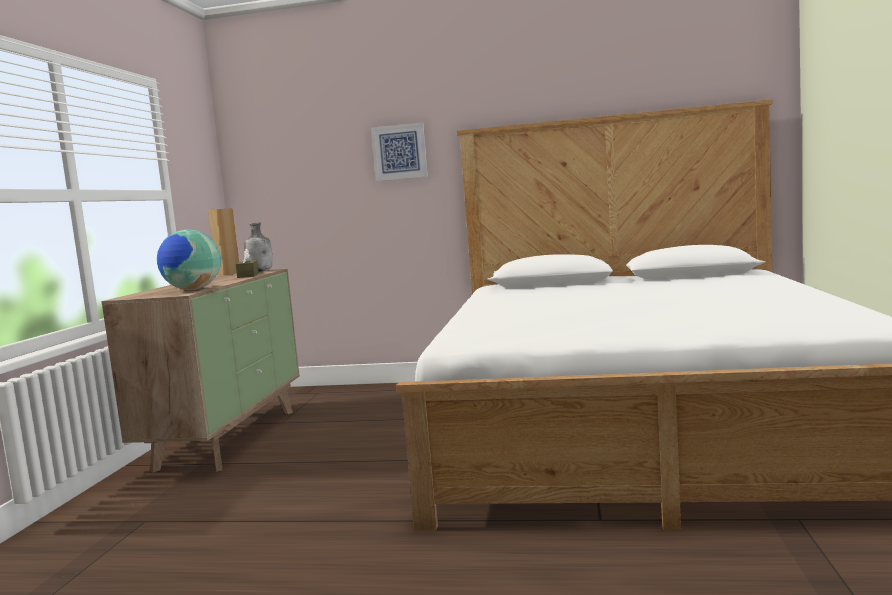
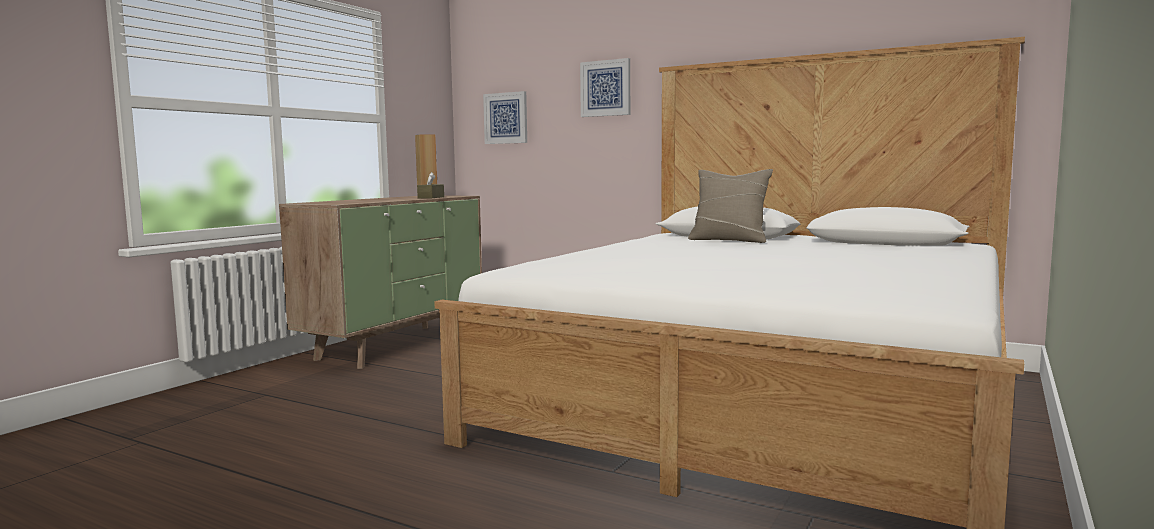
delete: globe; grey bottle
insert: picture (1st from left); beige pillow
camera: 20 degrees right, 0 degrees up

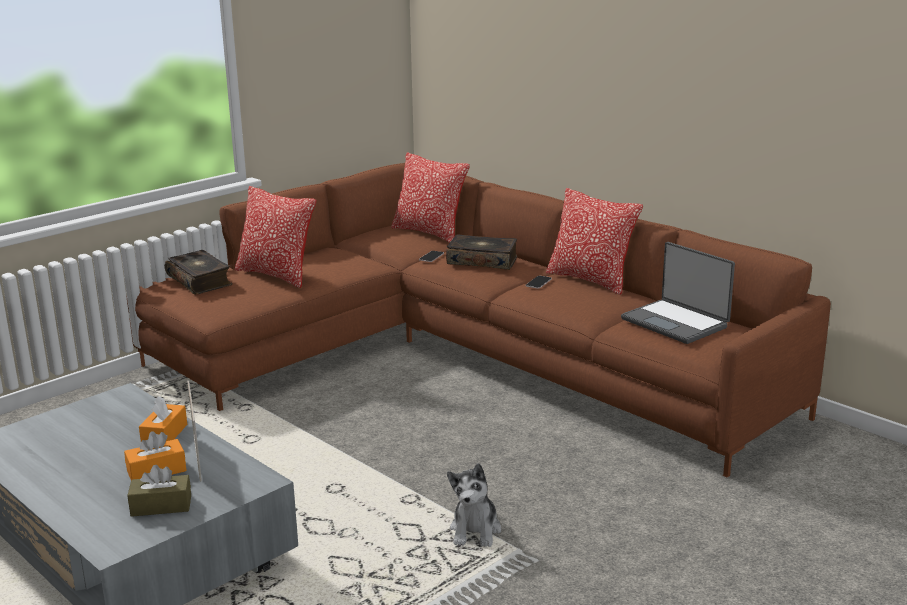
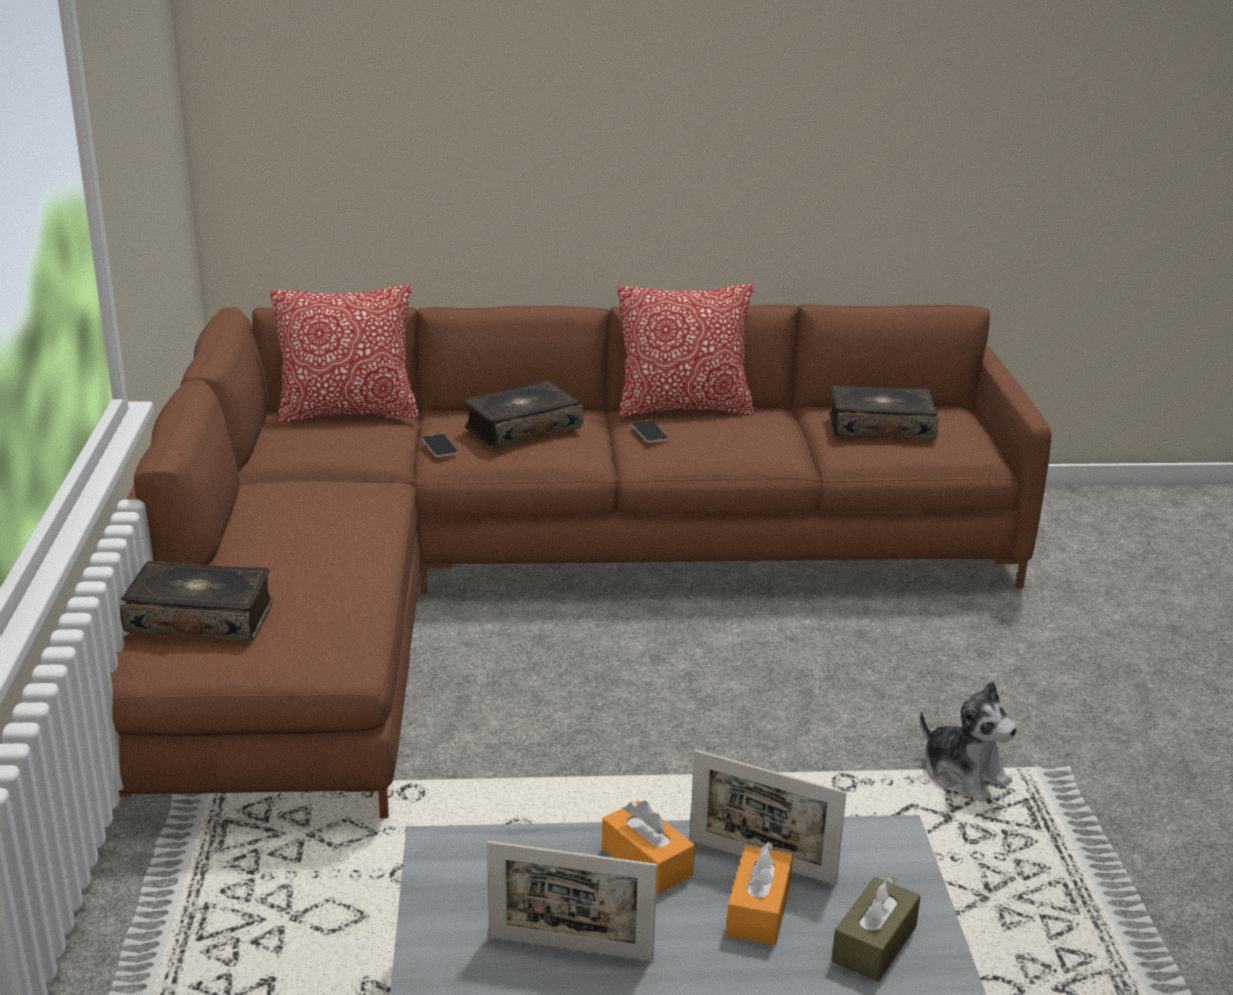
delete: pillow (1st from left)
insert: picture frame (1st from left)
replace: laptop to book (3rd from left)
camera: 50 degrees left, 5 degrees up

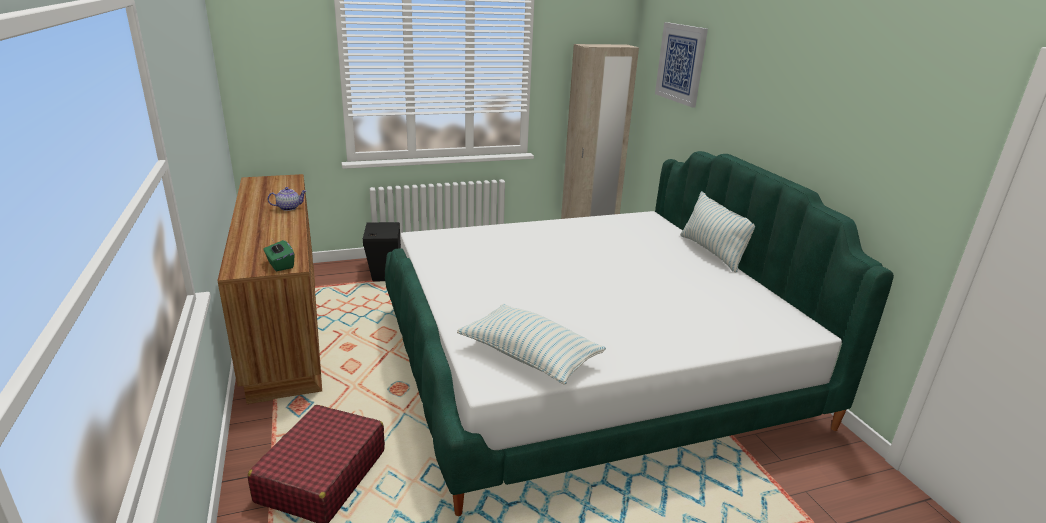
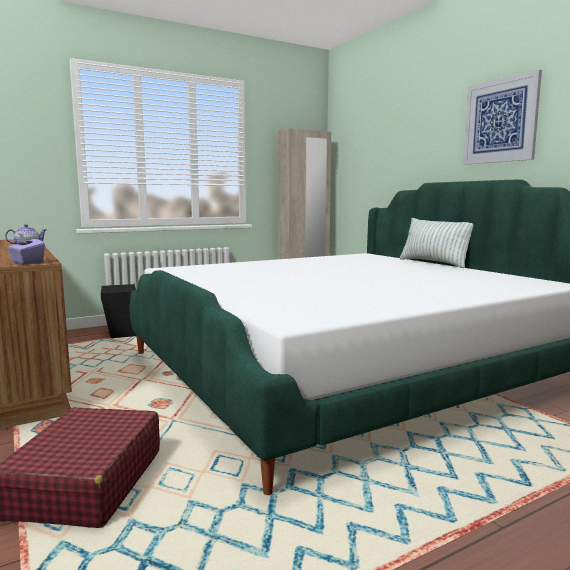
delete: pillow (1st from left)
move: picture
recolor: green tissue box to purple tissue box
camera: 10 degrees left, 15 degrees down

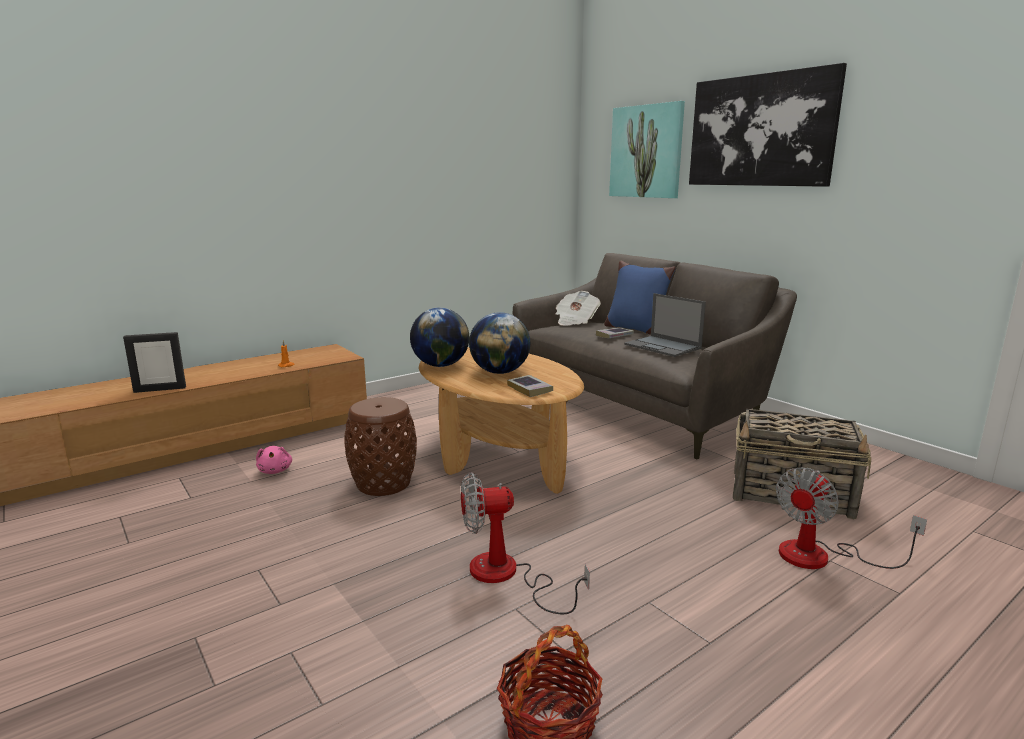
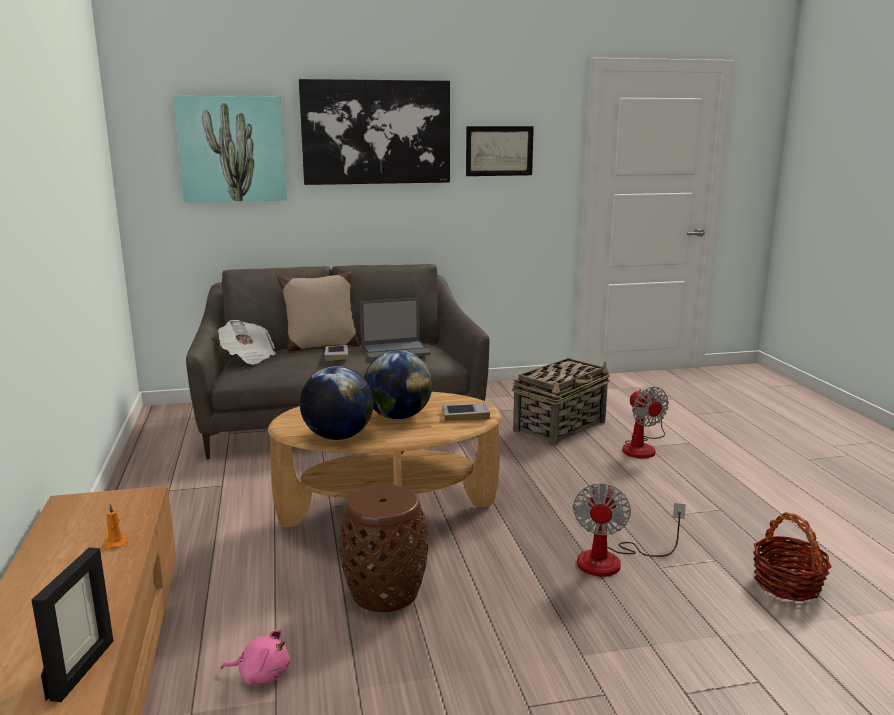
insert: picture (3rd from left)
recolor: blue pillow to beige pillow
camera: 65 degrees left, 0 degrees up

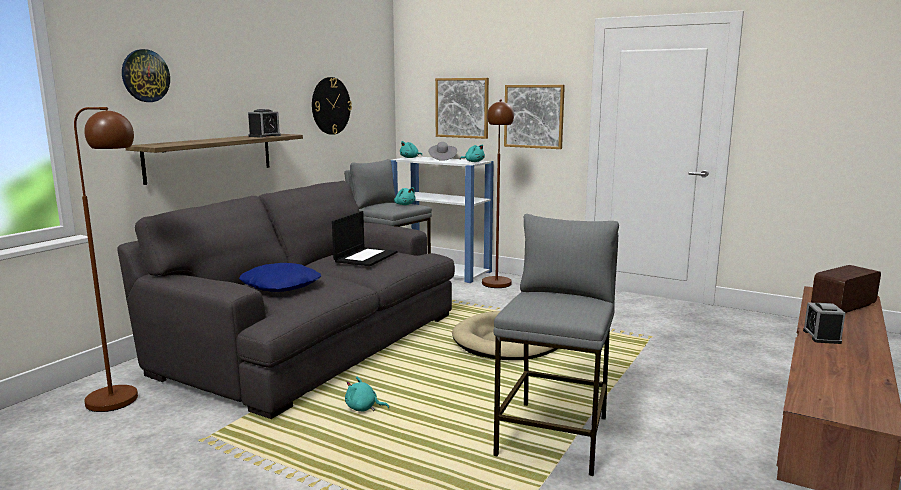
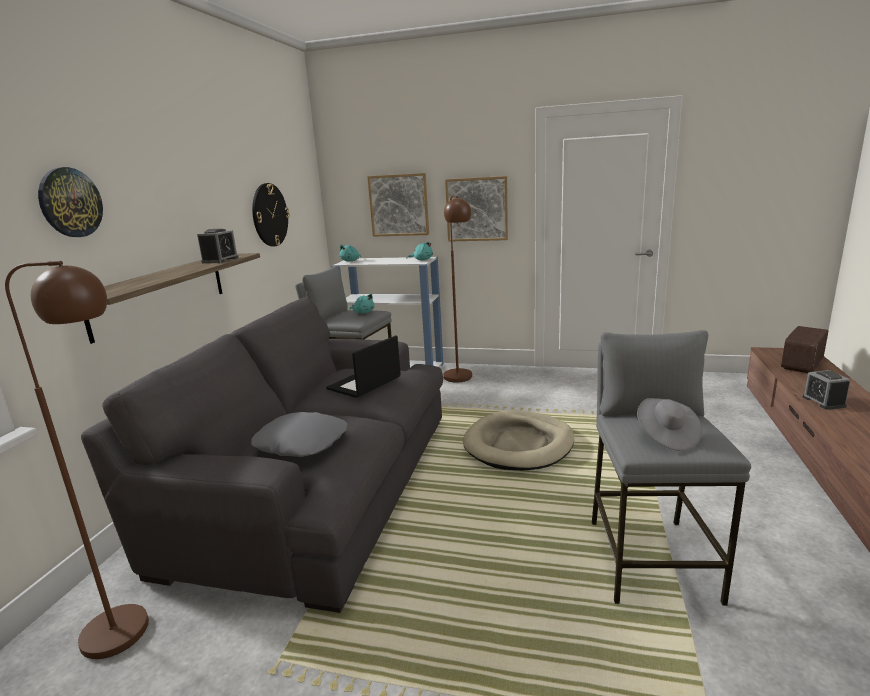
delete: turquoise plush toy (1st from left)
move: grey hat
recolor: blue pillow to grey pillow
rotate: laptop 150 degrees counterclockwise
camera: 15 degrees left, 5 degrees up

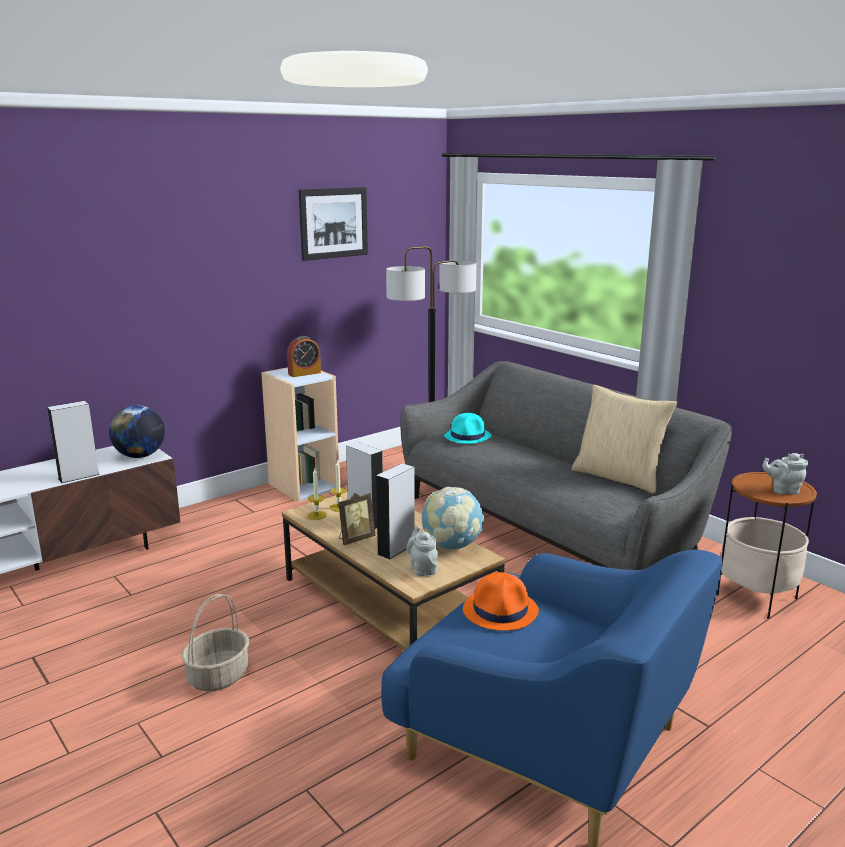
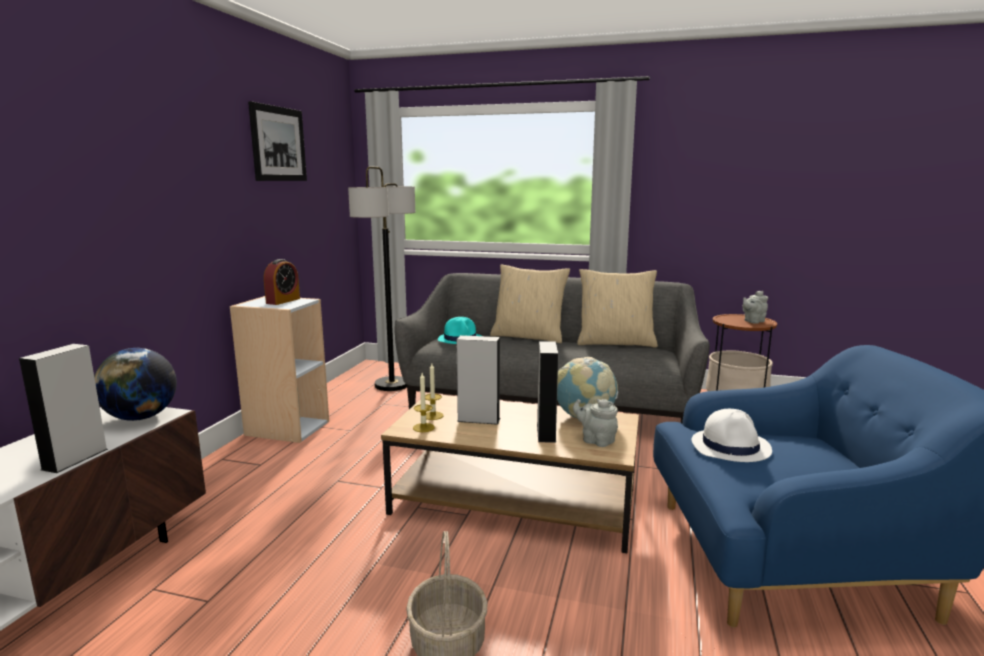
delete: picture frame
insert: beige pillow (1st from left)
recolor: orange hat to white hat
camera: 35 degrees left, 5 degrees down

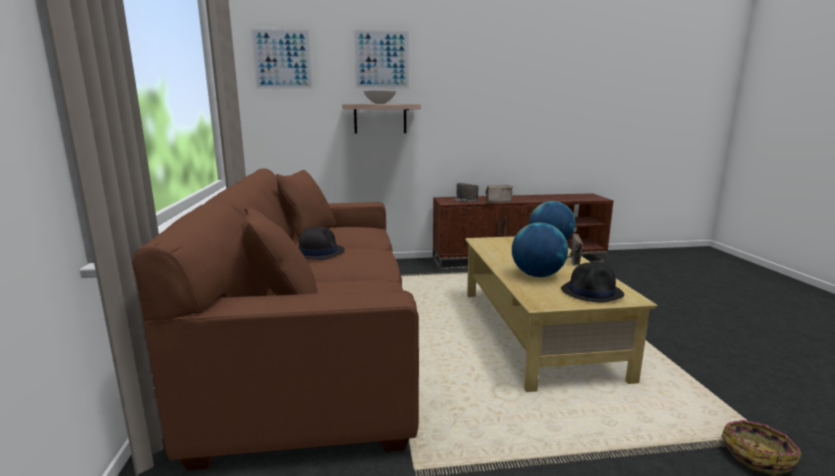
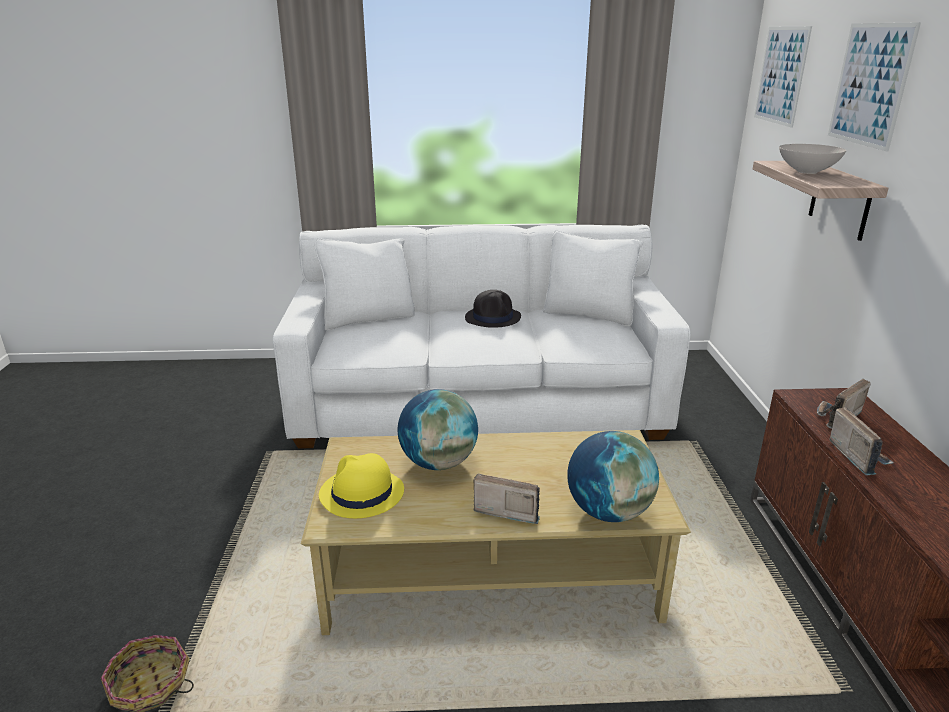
recolor: brown sofa to white sofa; black hat (2nd from left) to yellow hat
camera: 95 degrees right, 10 degrees up

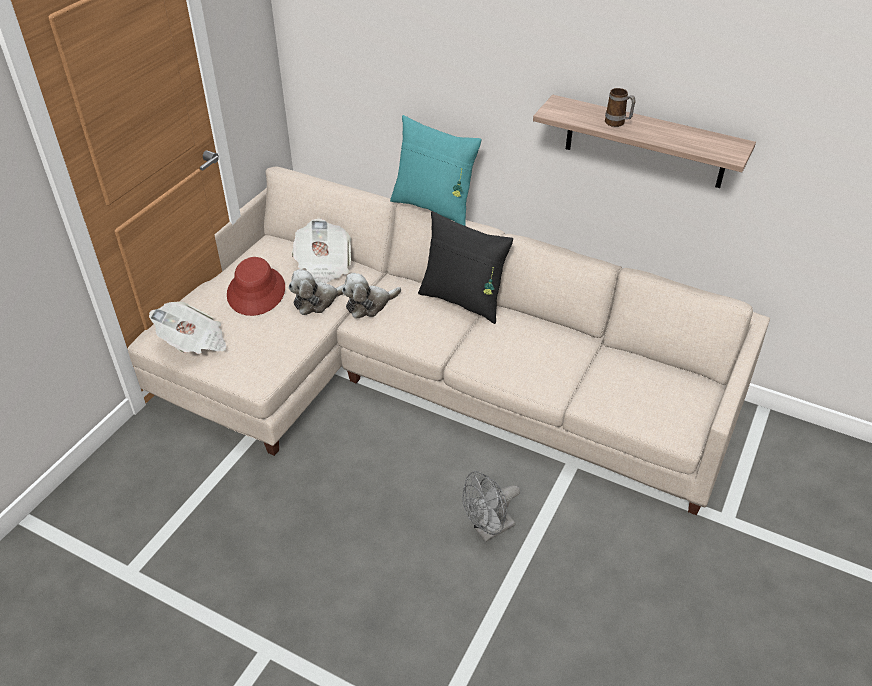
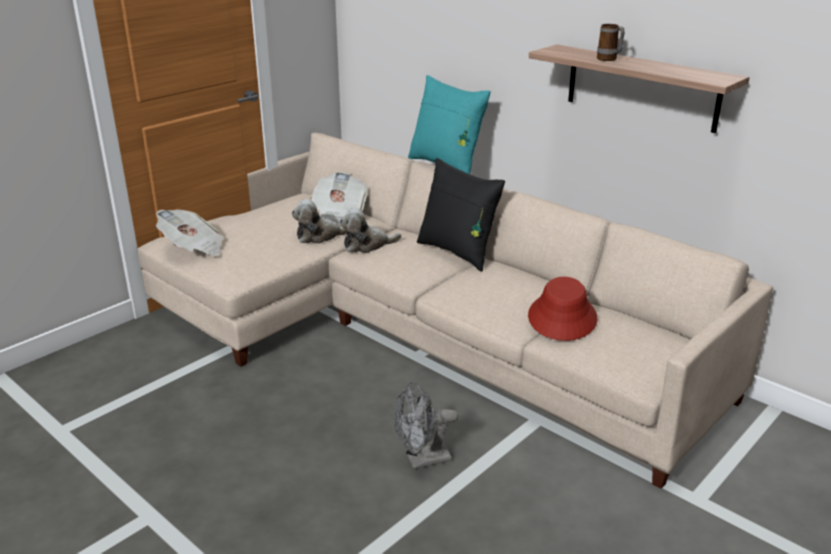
move: red hat
camera: 15 degrees right, 15 degrees down

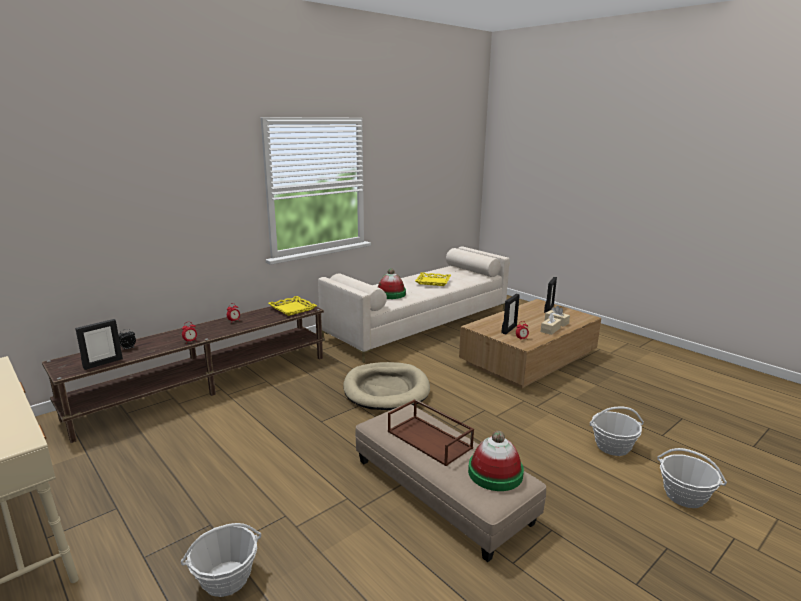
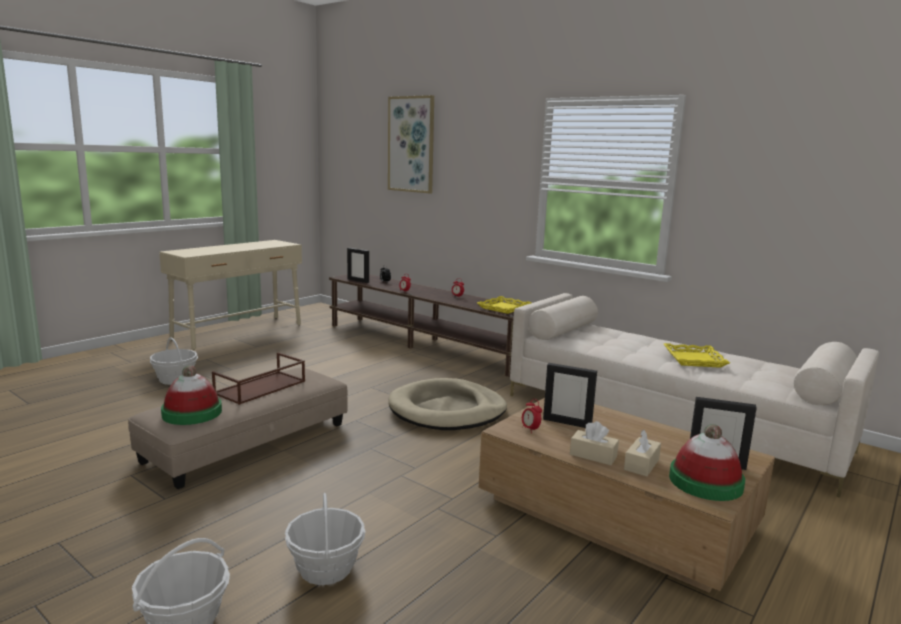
insert: picture
move: hat (1st from left in the first image) to hat (2nd from left)
camera: 80 degrees right, 5 degrees down

